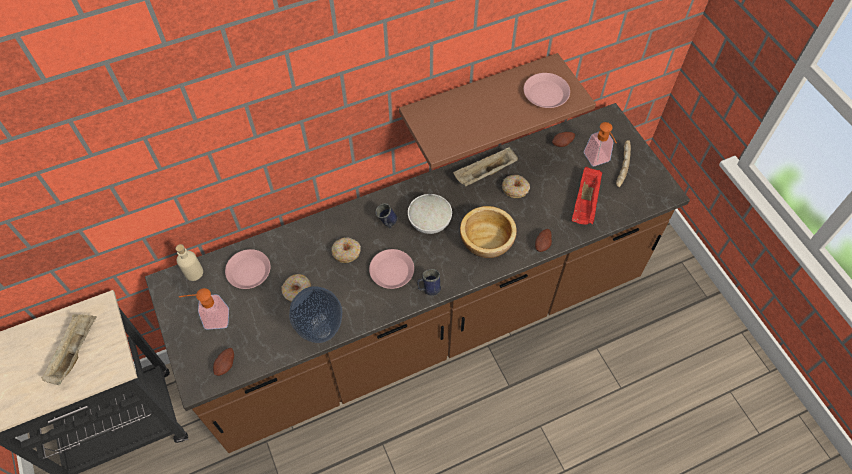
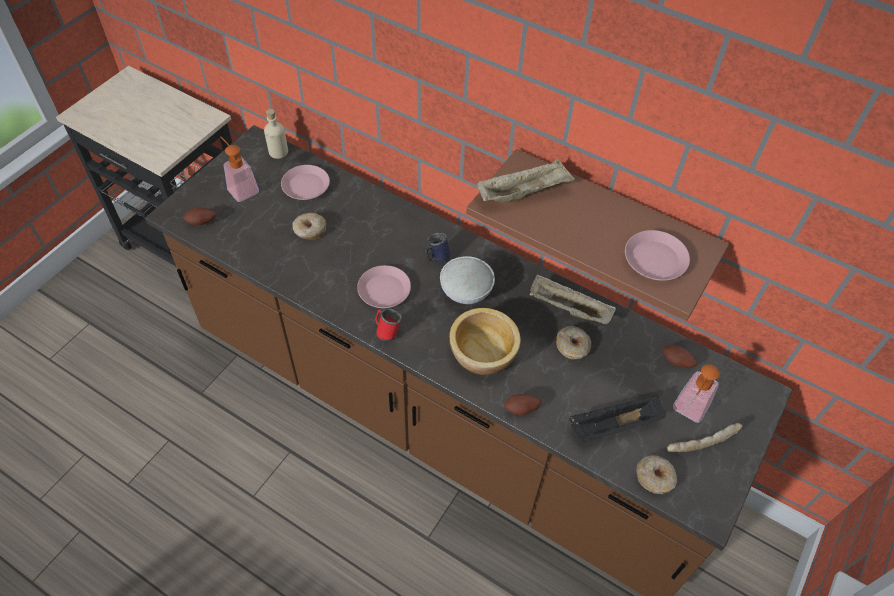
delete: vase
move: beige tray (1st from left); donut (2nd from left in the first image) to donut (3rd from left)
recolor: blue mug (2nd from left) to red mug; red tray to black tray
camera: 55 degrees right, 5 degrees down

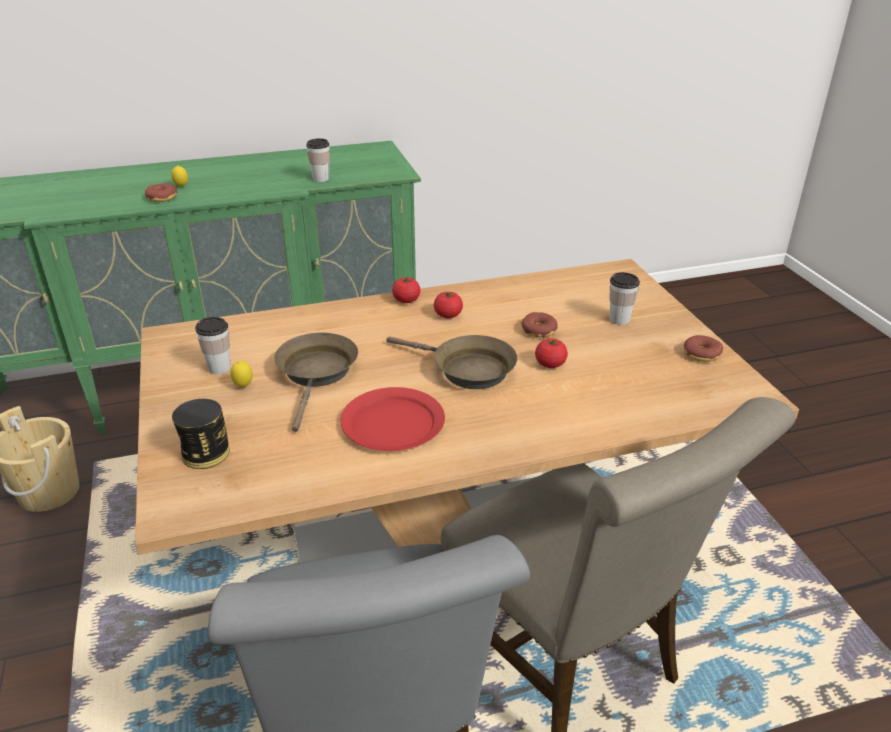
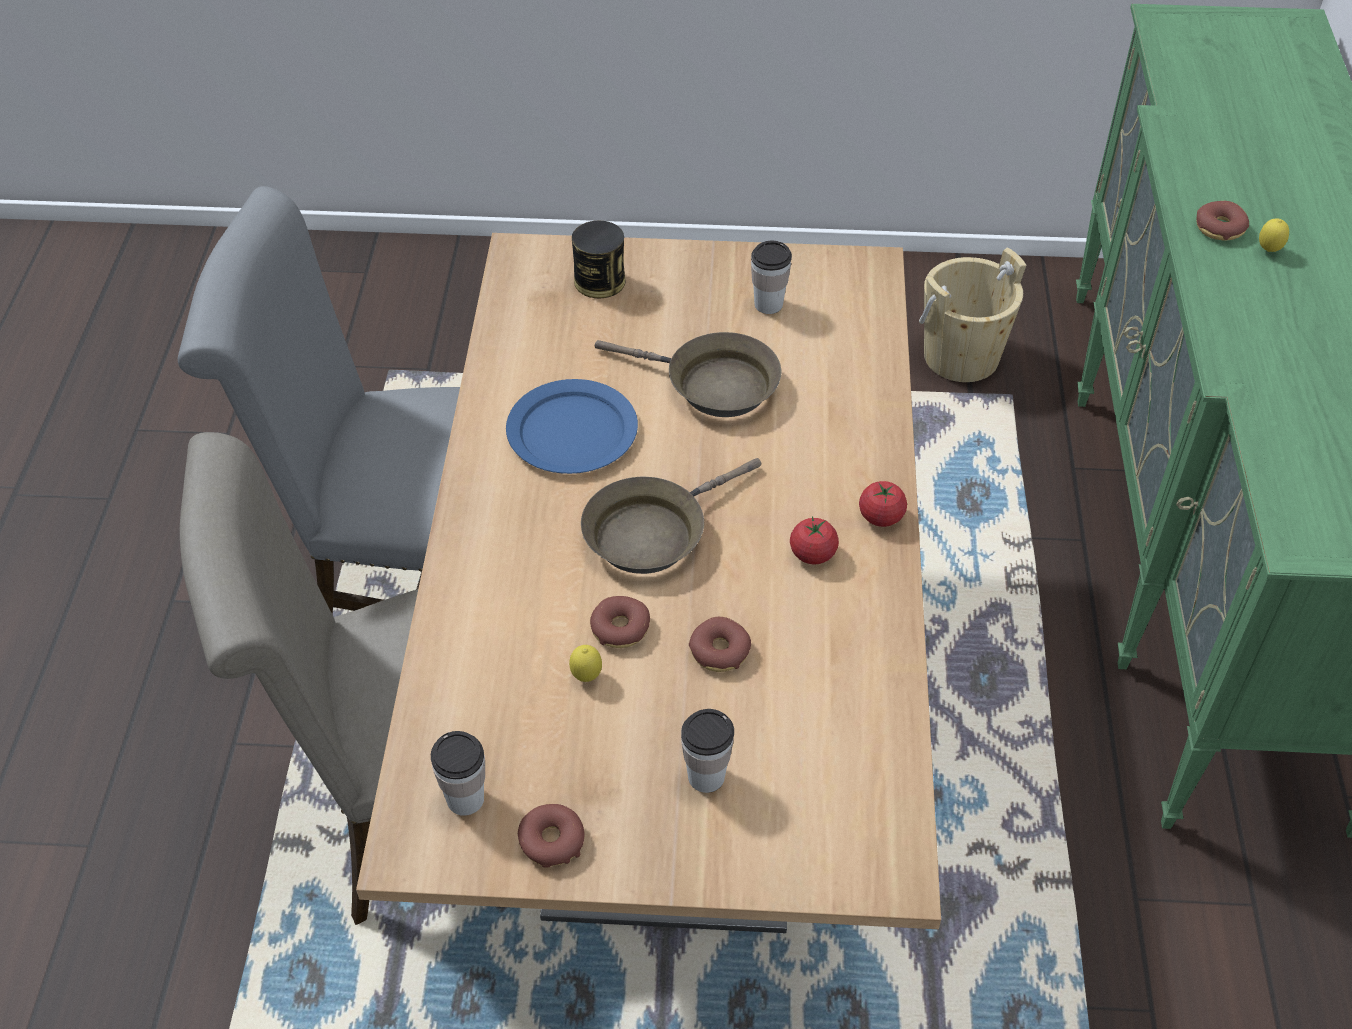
move: lemon (2nd from left in the first image) to lemon (1st from left); cup (2nd from left in the first image) to cup (1st from left)
replace: tomato (3rd from left) to donut (2nd from left)
recolor: red plate to blue plate
camera: 110 degrees right, 15 degrees up

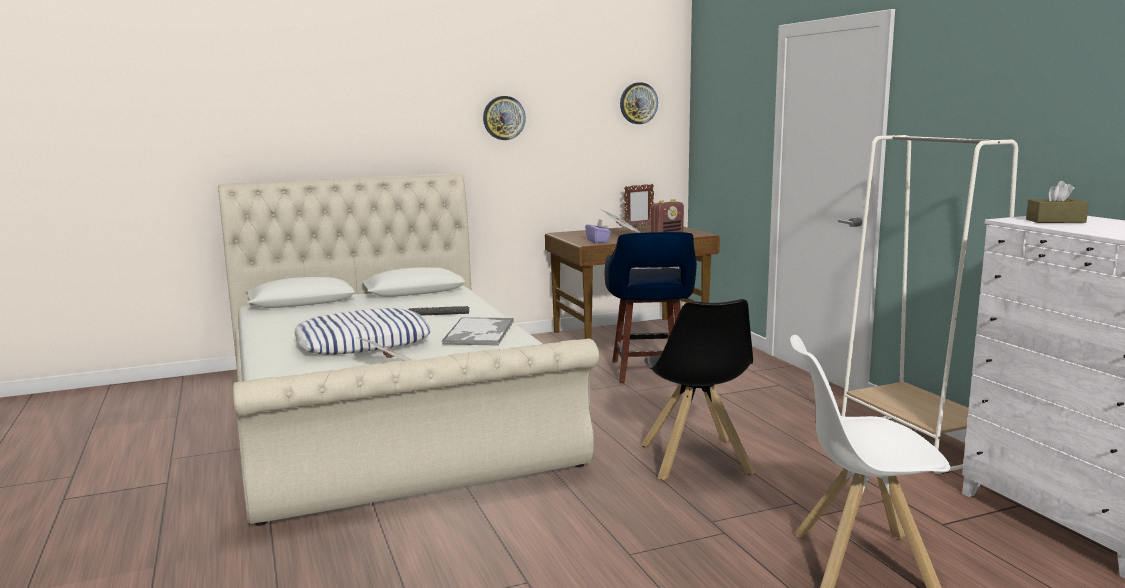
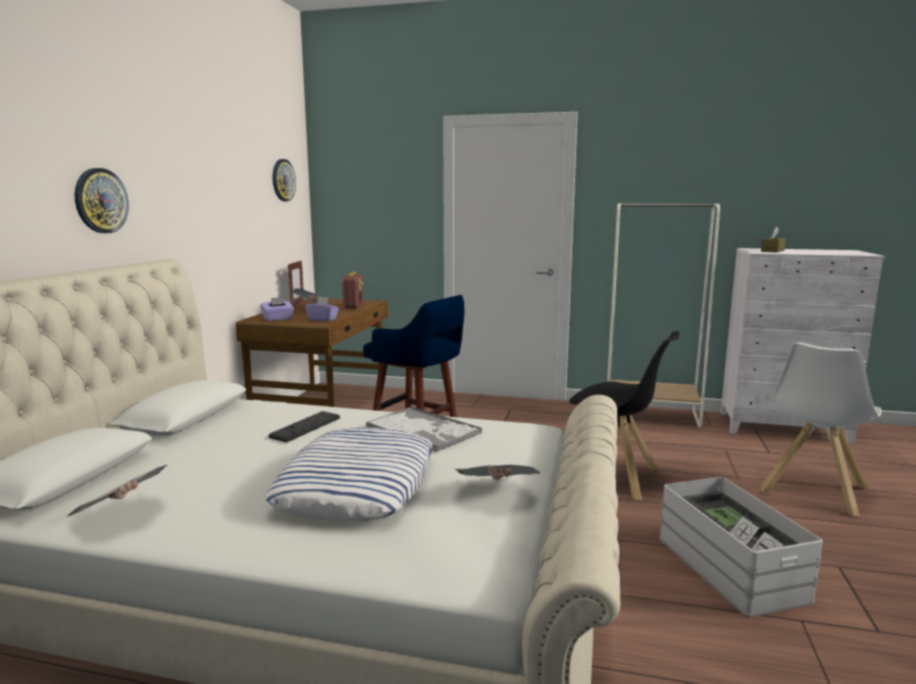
insert: newspaper (1st from left); purple tissue box (1st from left); grey storage box
move: wall clock (1st from left)
camera: 55 degrees left, 0 degrees up

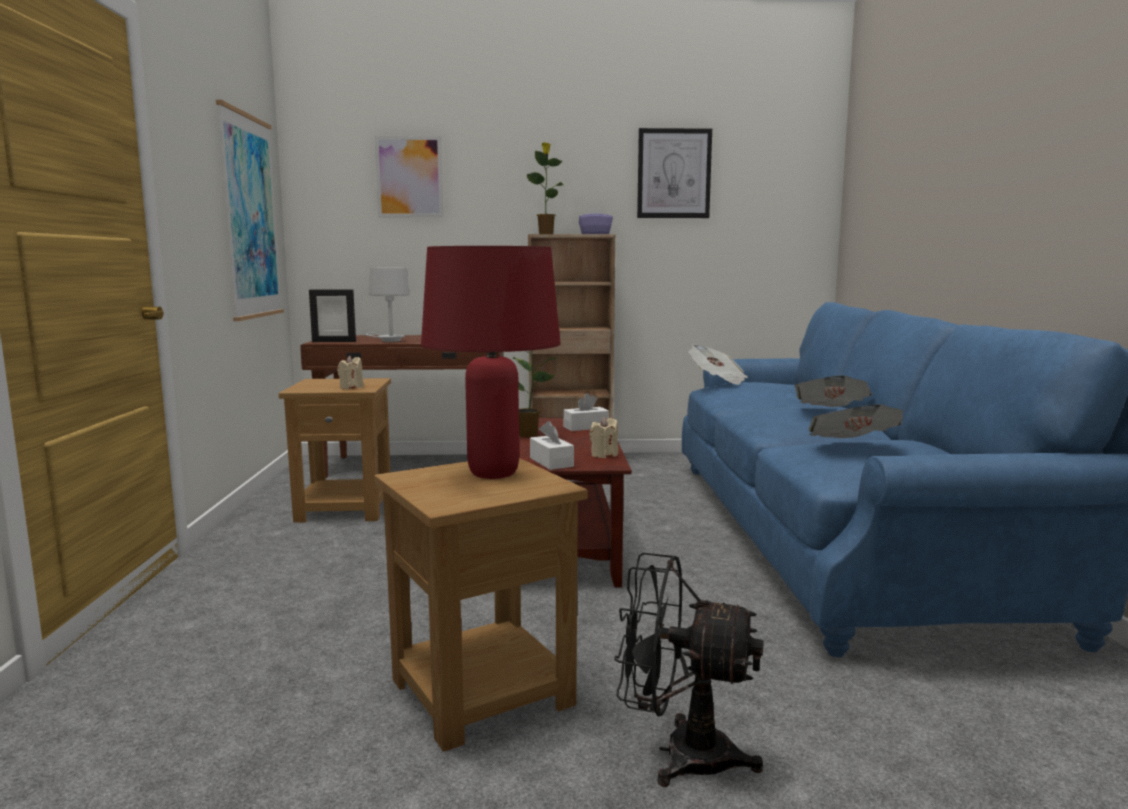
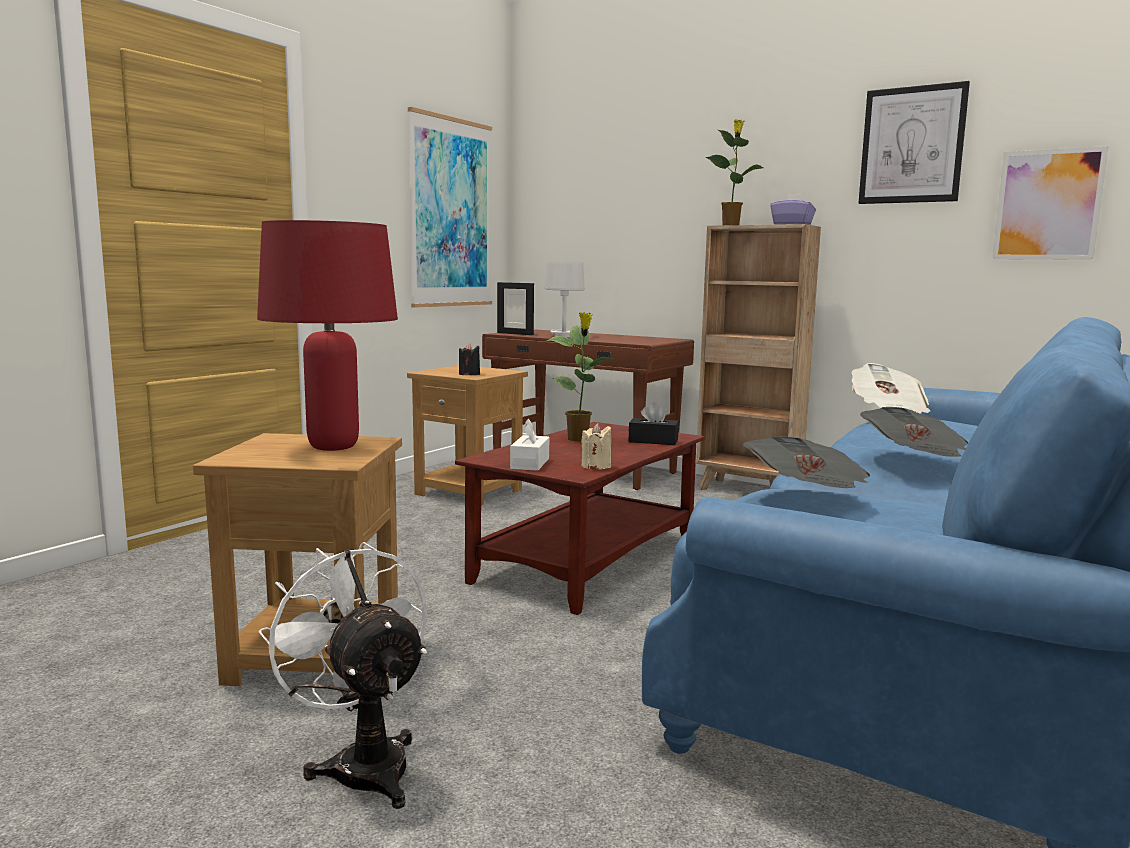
move: picture (2nd from left in the first image) to picture (3rd from left)
recolor: beige candle (1st from left) to black candle; white tissue box (2nd from left) to black tissue box; black fan to white fan
camera: 35 degrees right, 0 degrees up

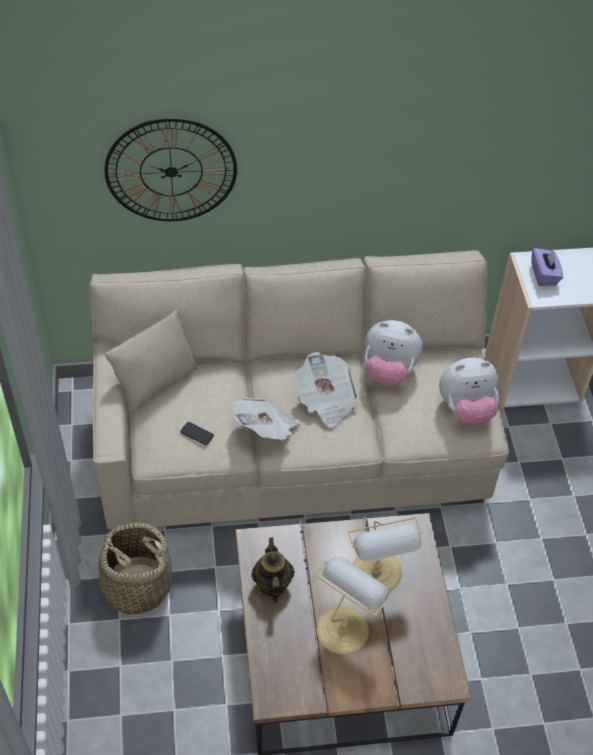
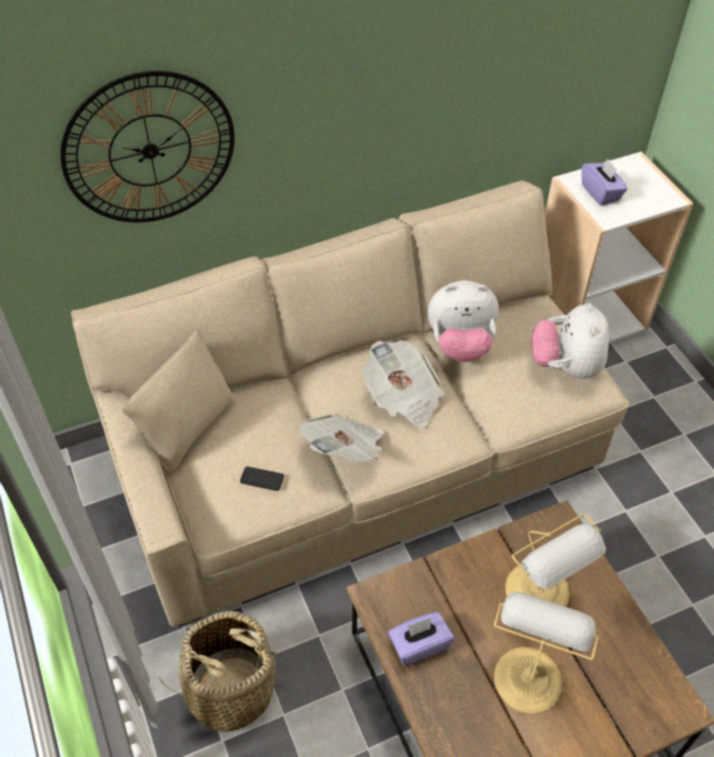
replace: teapot to purple tissue box (1st from left)
rotate: plush toy (2nd from left) 120 degrees clockwise
camera: 15 degrees left, 0 degrees up

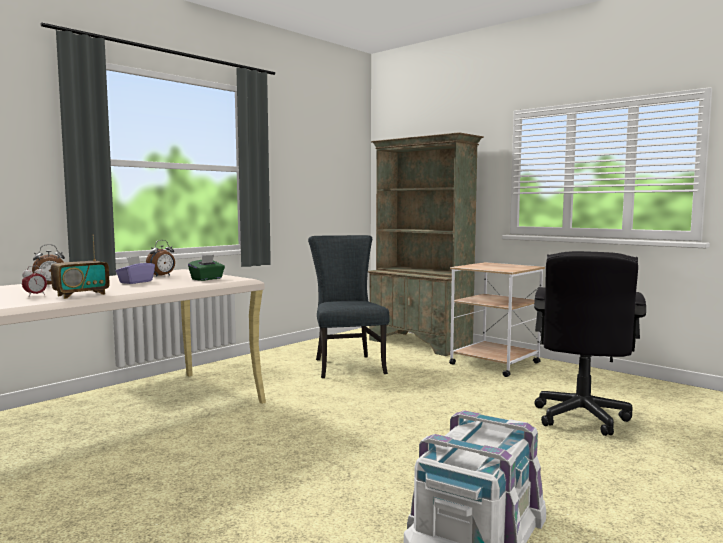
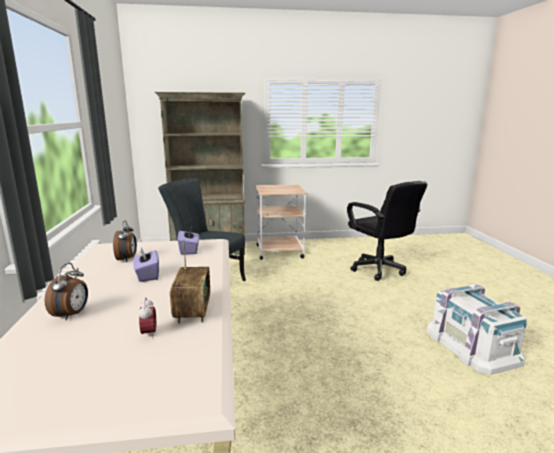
recolor: green tissue box to purple tissue box (2nd from left)
camera: 50 degrees left, 10 degrees up

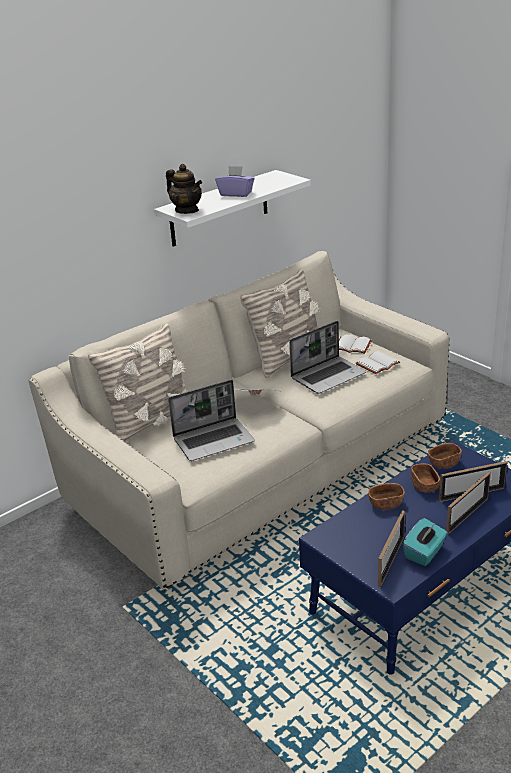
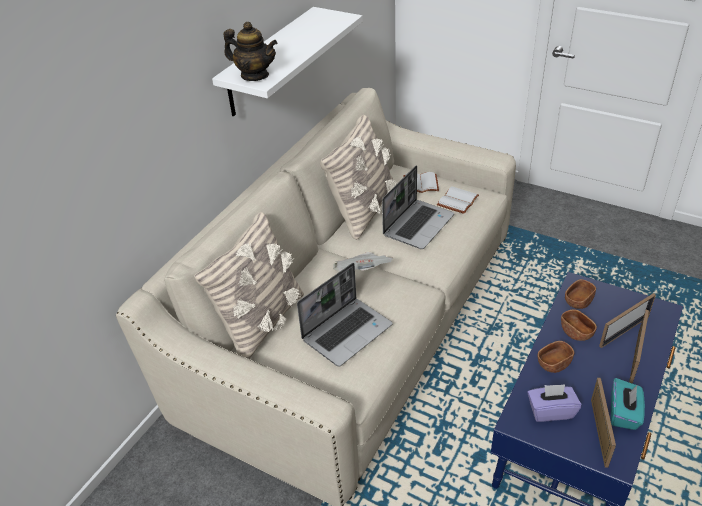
move: purple tissue box
camera: 20 degrees left, 10 degrees up

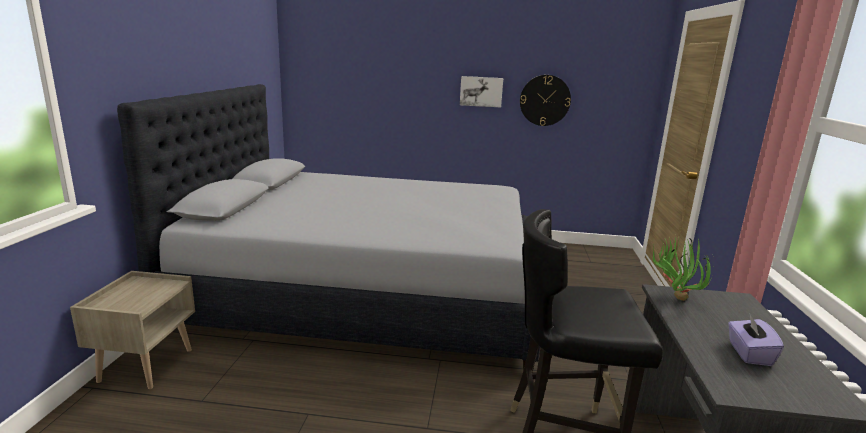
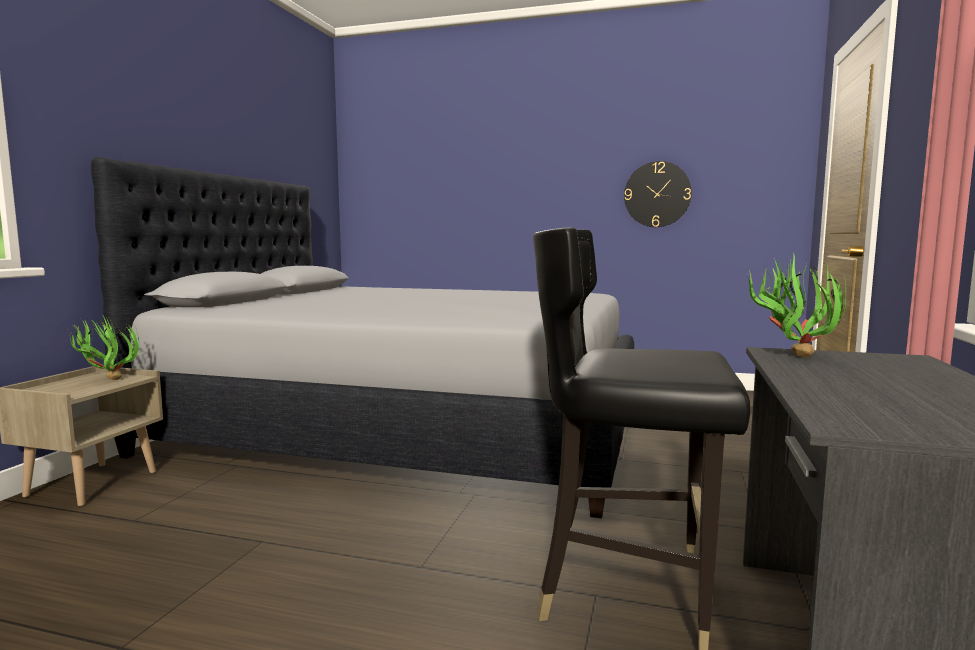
delete: picture; purple tissue box
insert: potted plant (1st from left)
camera: 10 degrees right, 10 degrees down

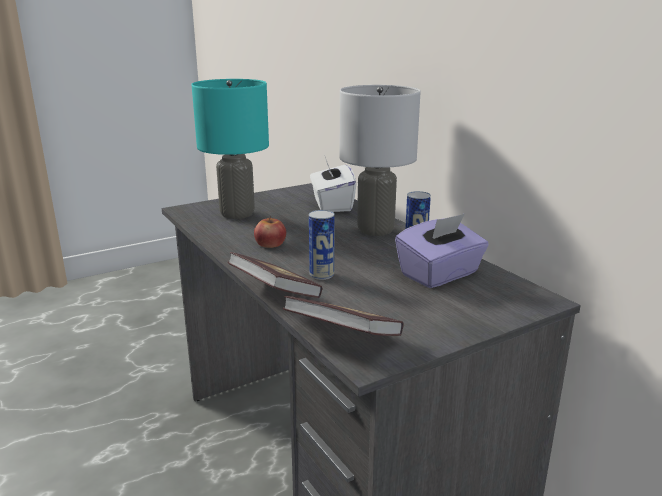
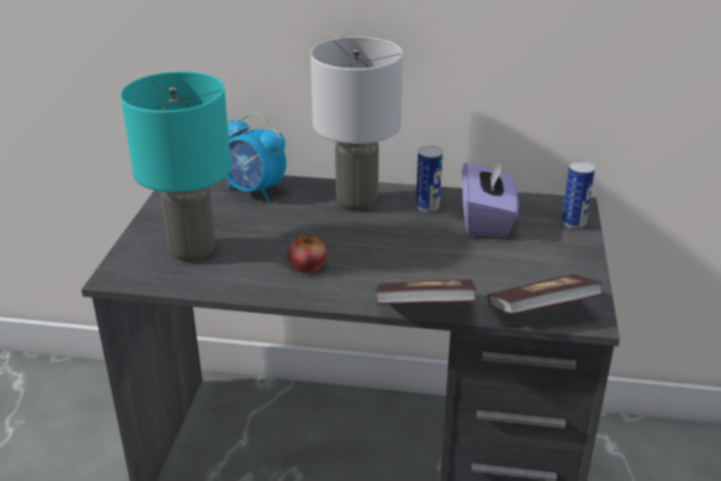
move: can (1st from left in the first image) to can (2nd from left)
replace: white tissue box to alarm clock
camera: 50 degrees left, 10 degrees up

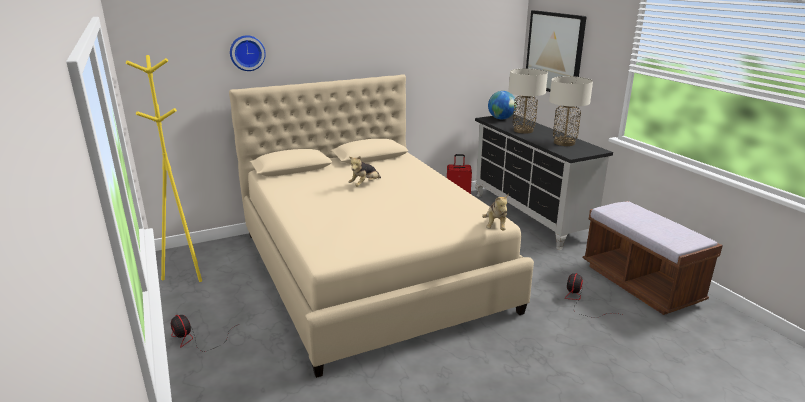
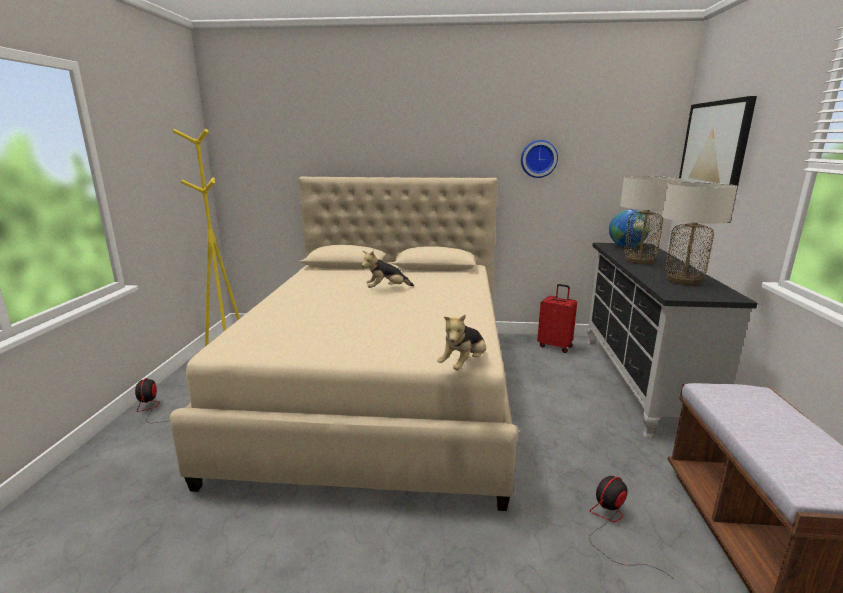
move: wall clock
camera: 30 degrees right, 5 degrees down

